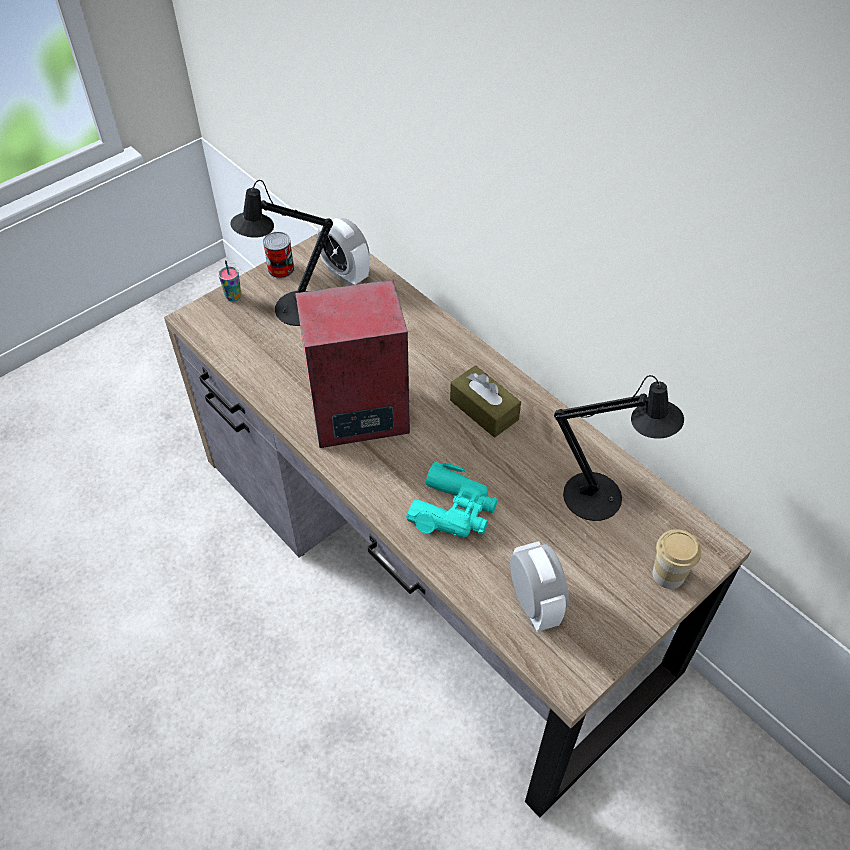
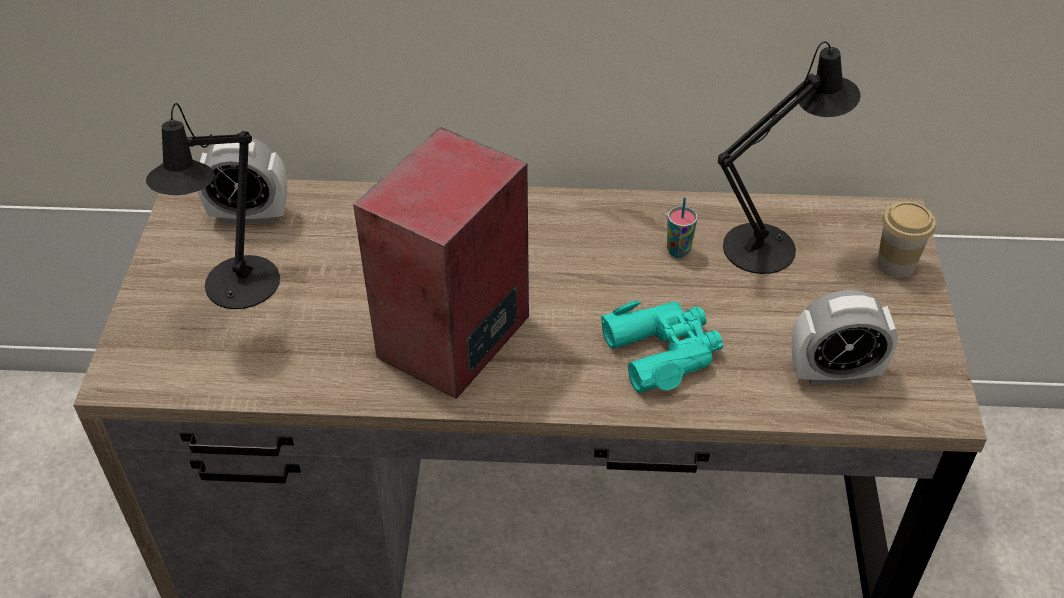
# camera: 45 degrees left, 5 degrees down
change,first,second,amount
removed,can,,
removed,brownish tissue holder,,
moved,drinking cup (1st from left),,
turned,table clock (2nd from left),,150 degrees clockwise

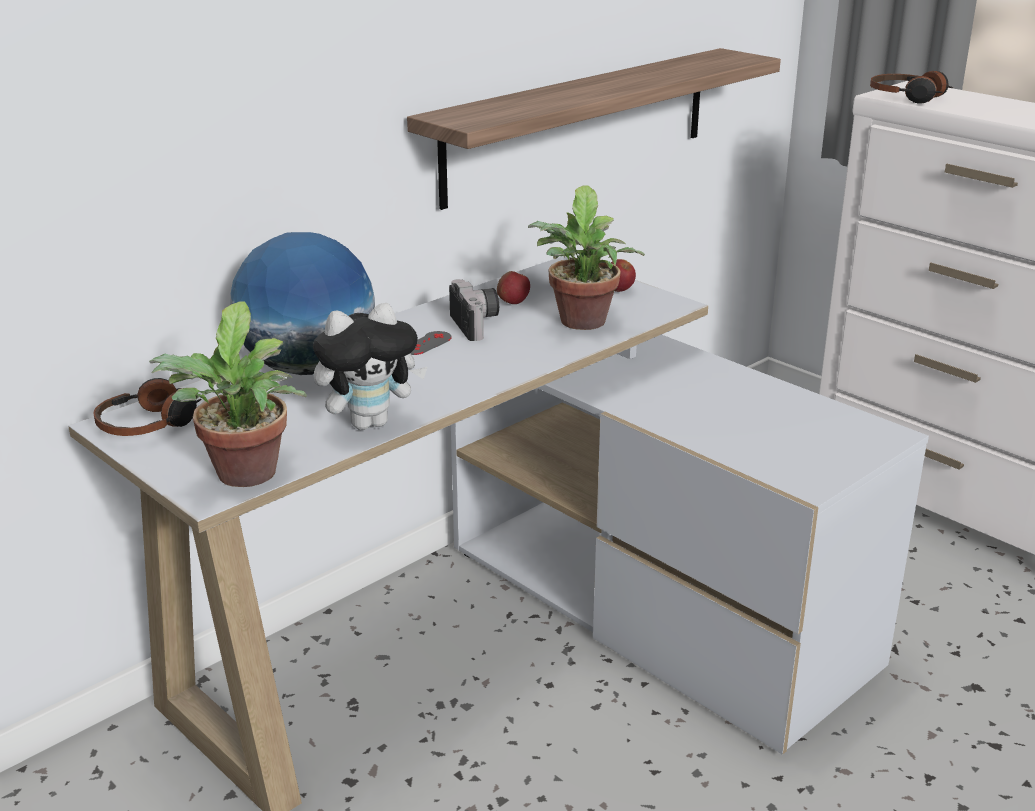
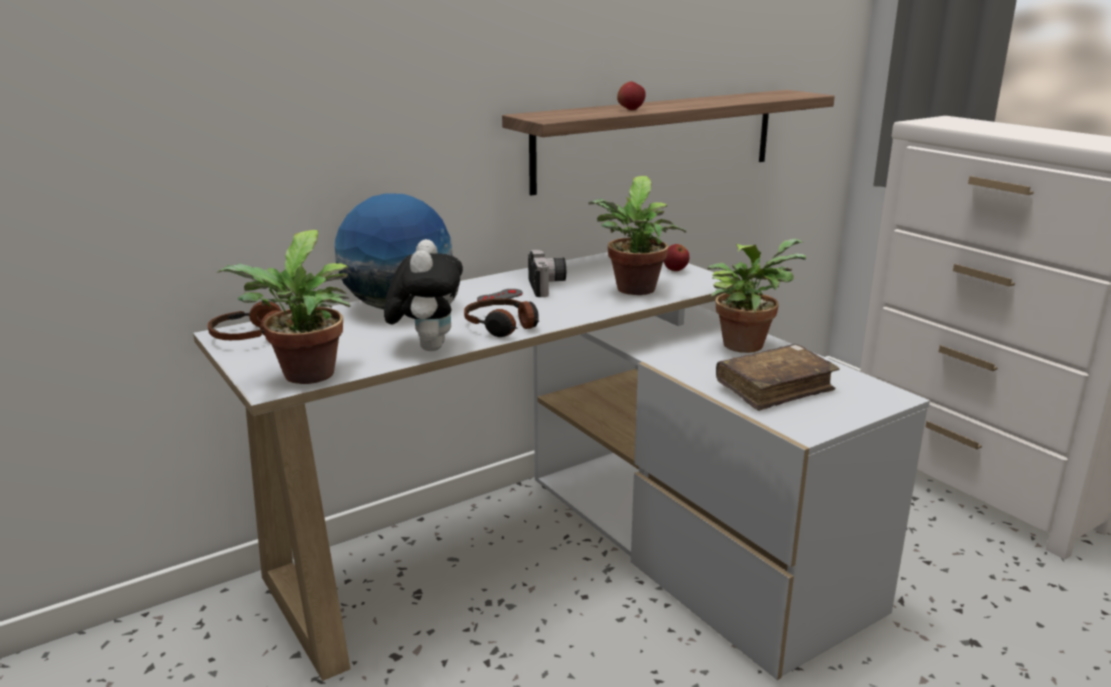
# camera: 10 degrees right, 5 degrees down
change,first,second,amount
added,,plant in a pot (3rd from left),
added,,brownish book,
moved,whole apple (1st from left),,
moved,headphones (2nd from left),,
turned,soft toy,,75 degrees counterclockwise

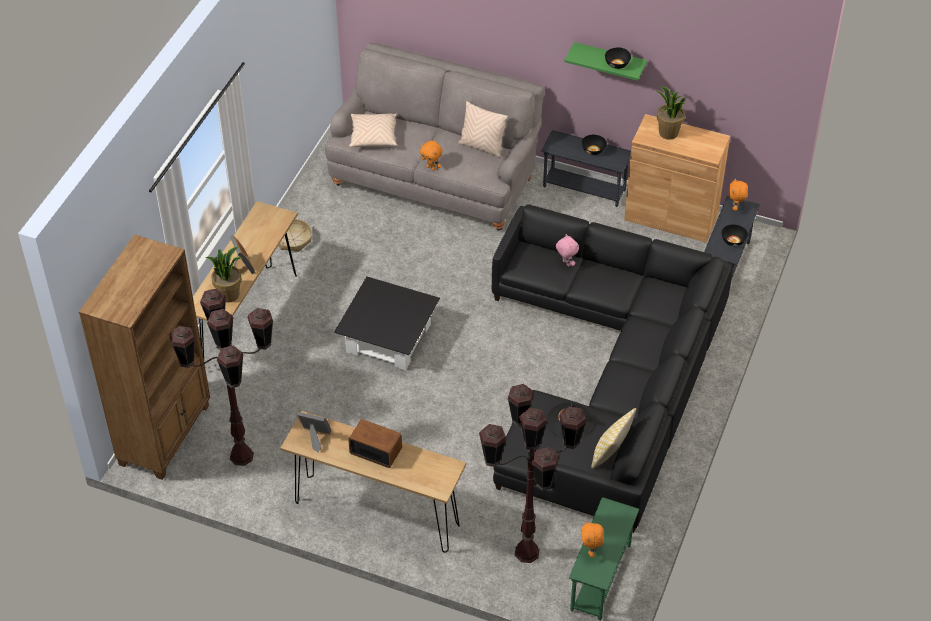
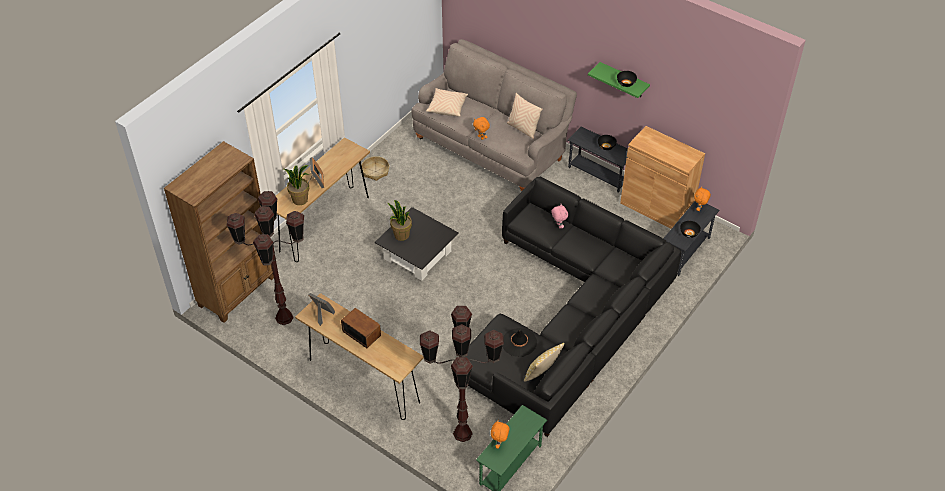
# camera: 15 degrees right, 0 degrees up
change,first,second,amount
moved,plant in a pot (2nd from left),,

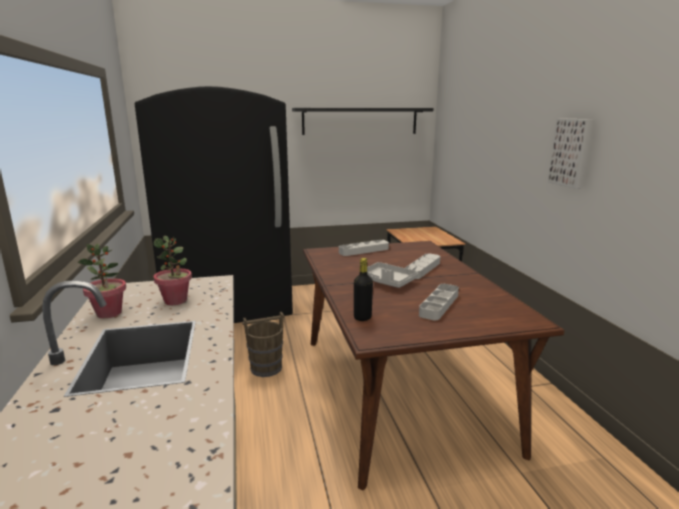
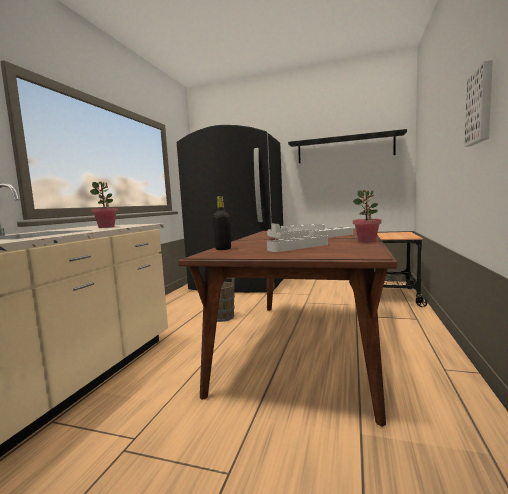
# camera: 30 degrees right, 10 degrees down
change,first,second,amount
moved,plant in a pot (1st from left in the first image),plant in a pot (2nd from left),

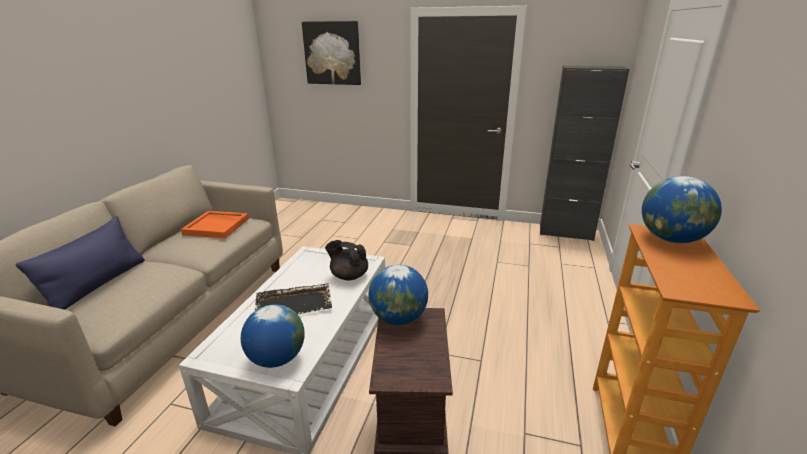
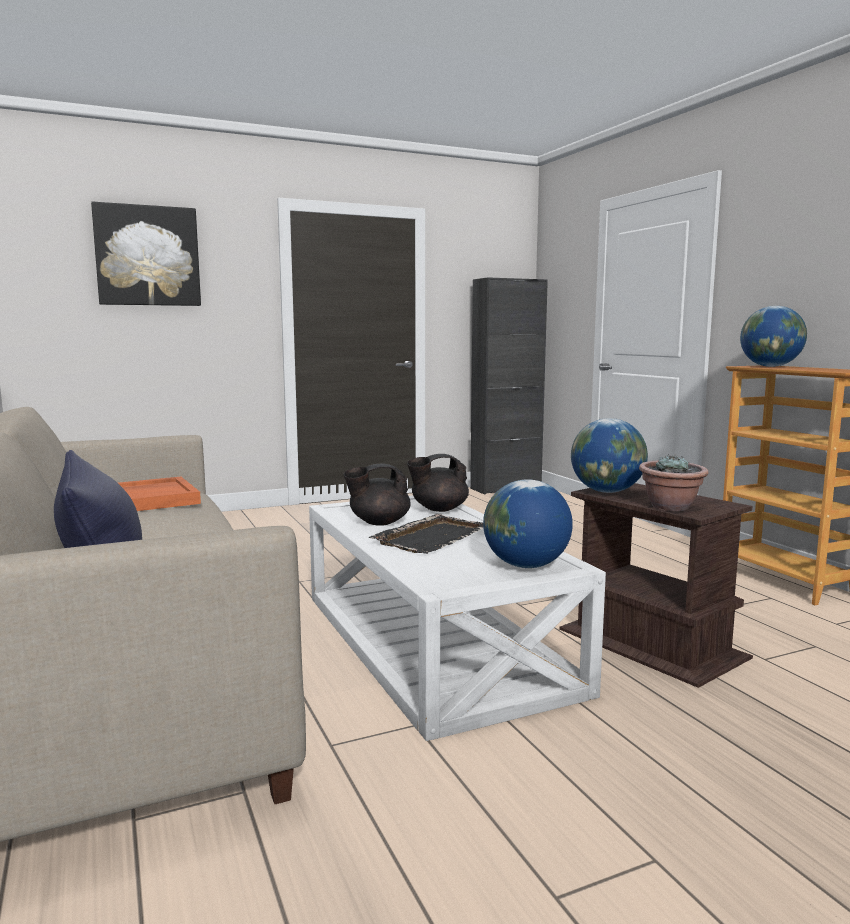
# camera: 40 degrees left, 15 degrees down
change,first,second,amount
added,,black-coloured pot for tea (1st from left),
added,,plant in a pot,

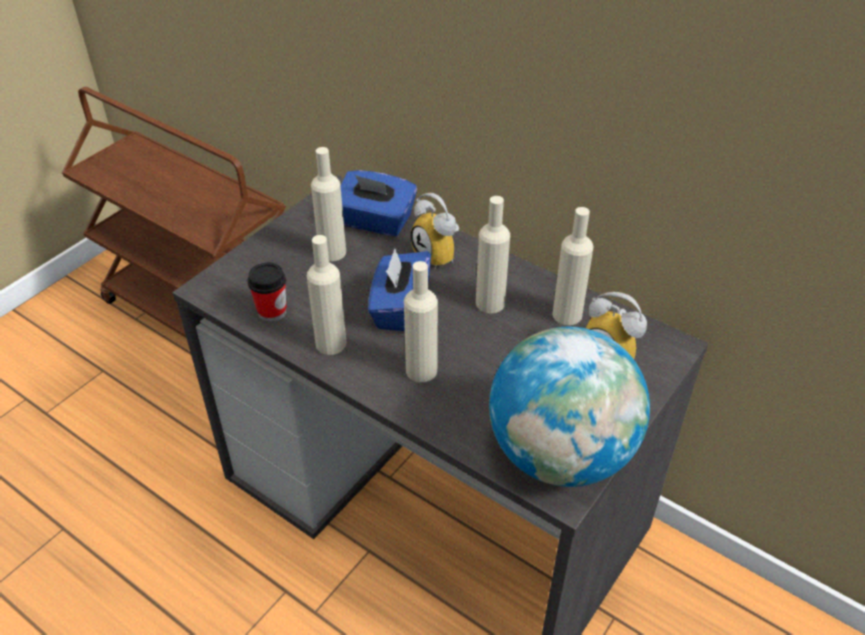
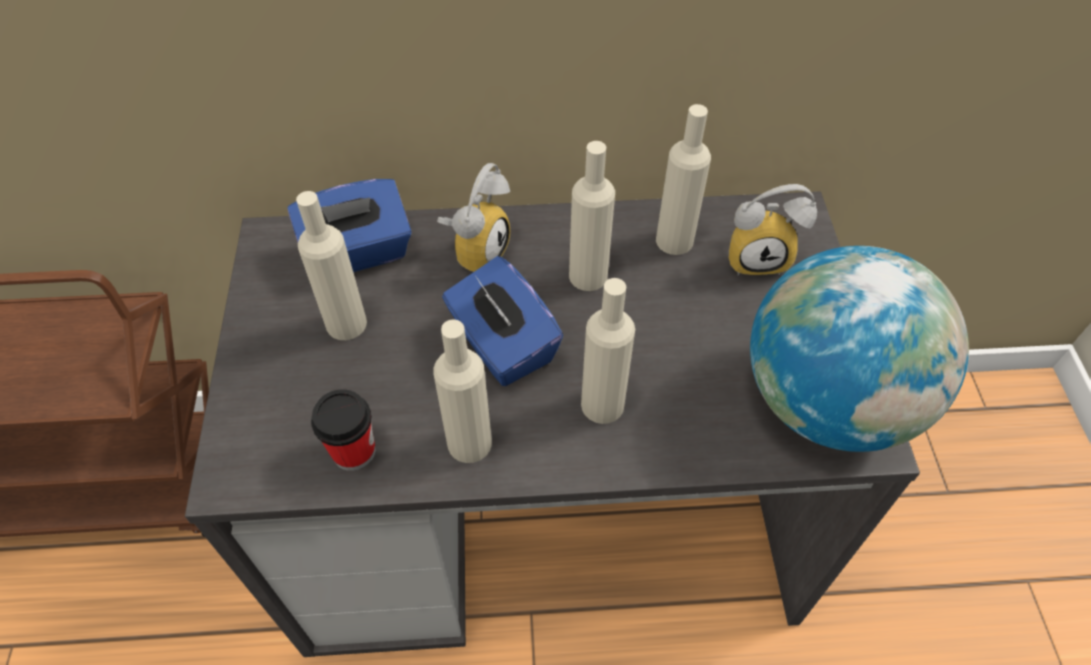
# camera: 40 degrees left, 10 degrees up
change,first,second,amount
turned,table clock (1st from left),,75 degrees counterclockwise

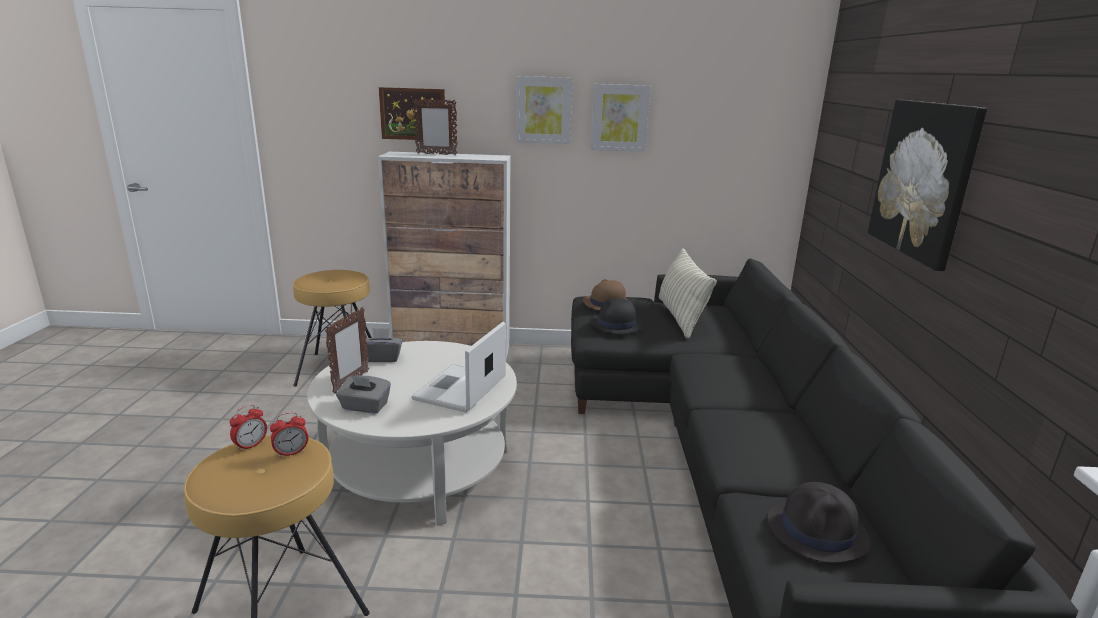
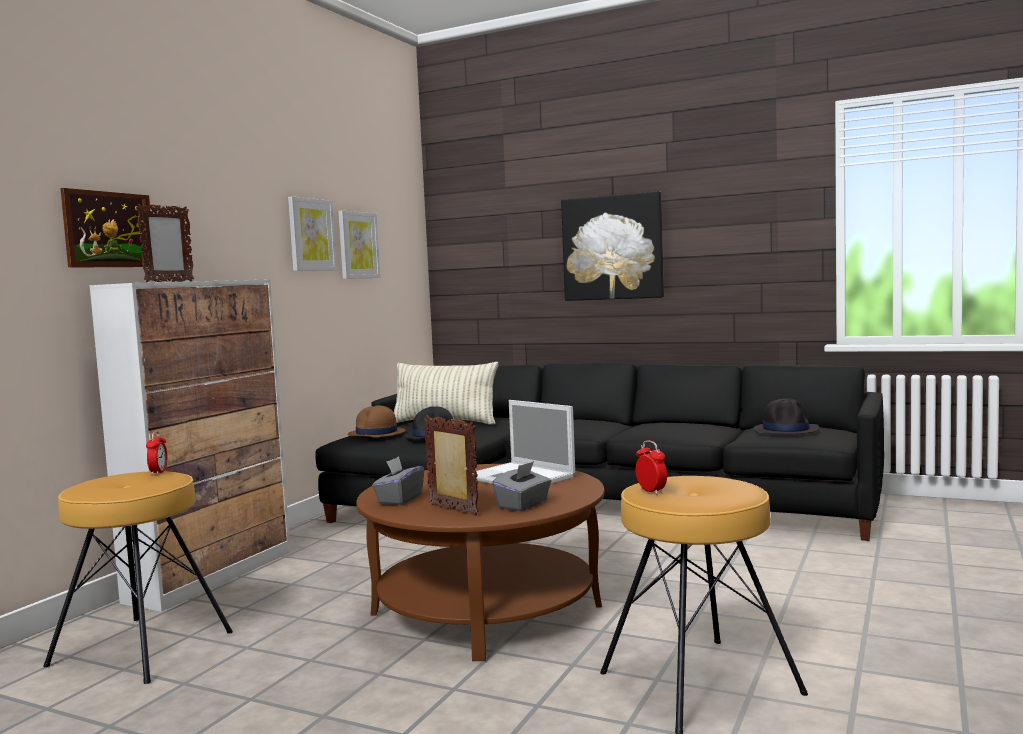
# camera: 65 degrees left, 15 degrees down
change,first,second,amount
moved,table clock (2nd from left in the first image),table clock (1st from left),
moved,wall art (2nd from left in the first image),wall art (3rd from left),
recoloured,whitish coffee table,brownish coffee table,

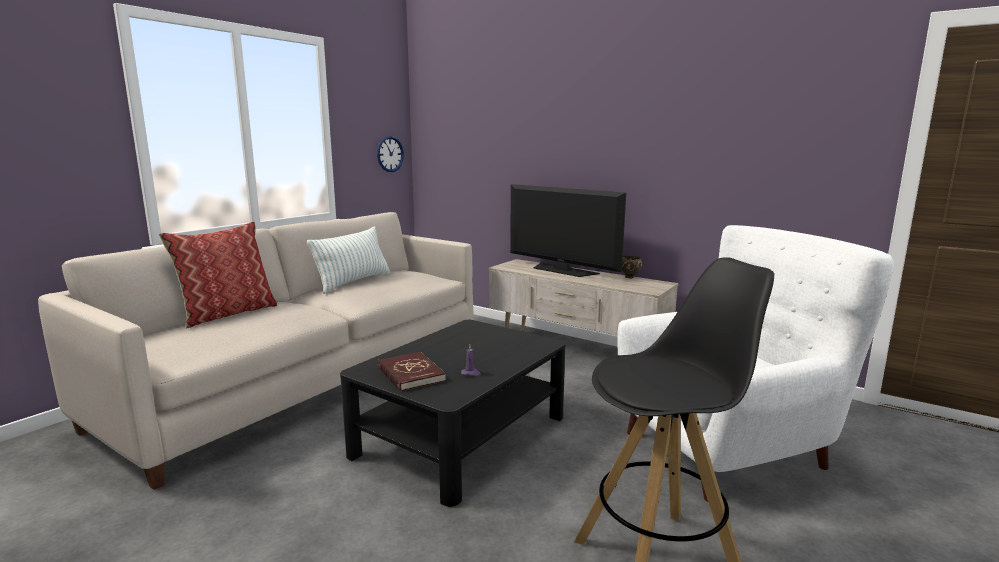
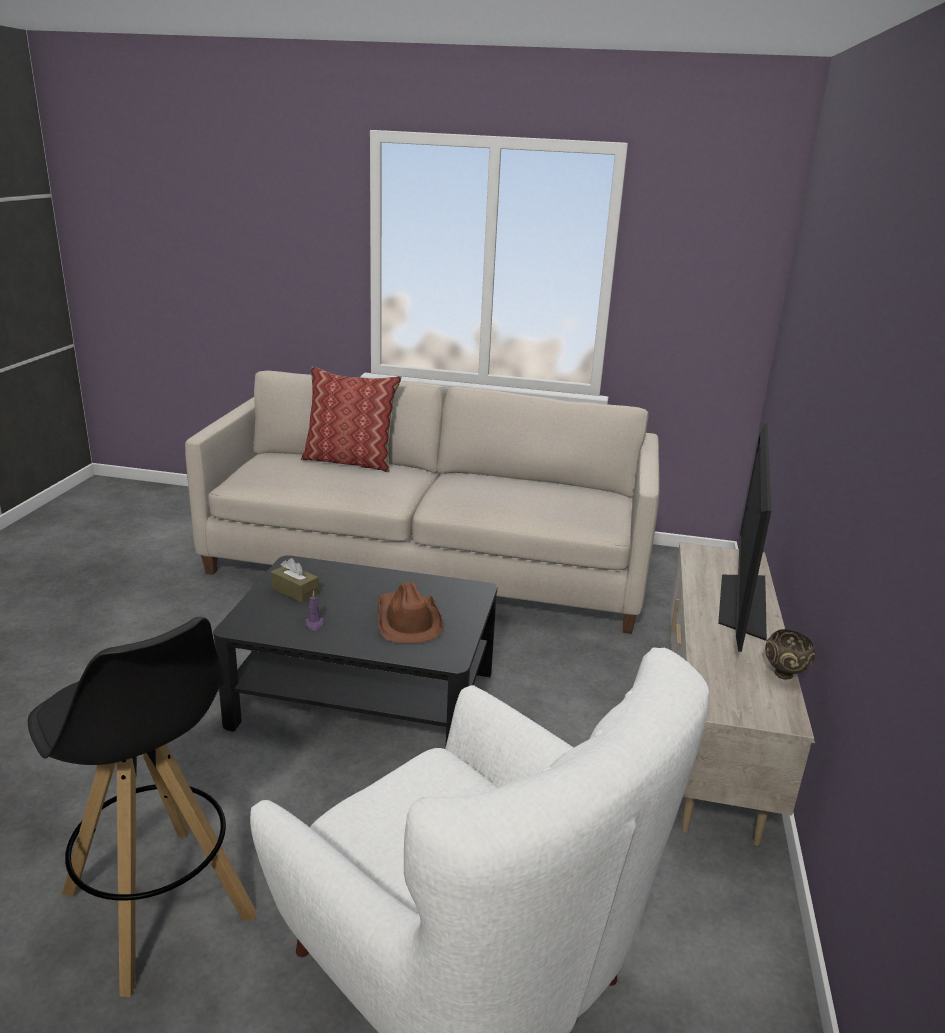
# camera: 65 degrees right, 10 degrees up
change,first,second,amount
removed,pillow (2nd from left),,
removed,wall clock,,
added,,brownish clothing hat,
replaced,red-coloured book,brownish tissue holder,

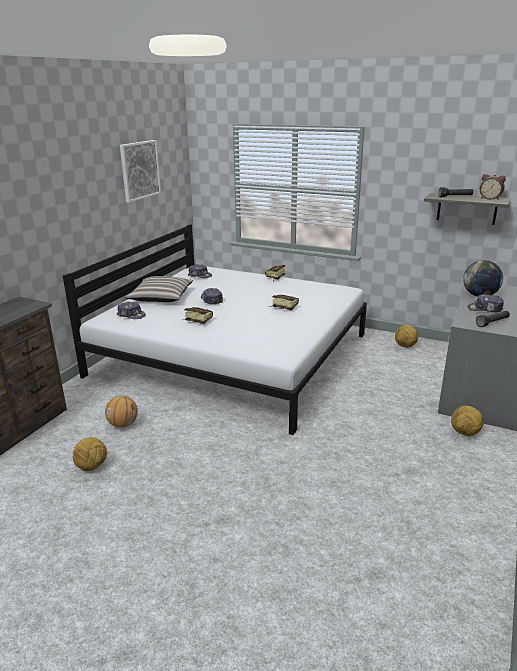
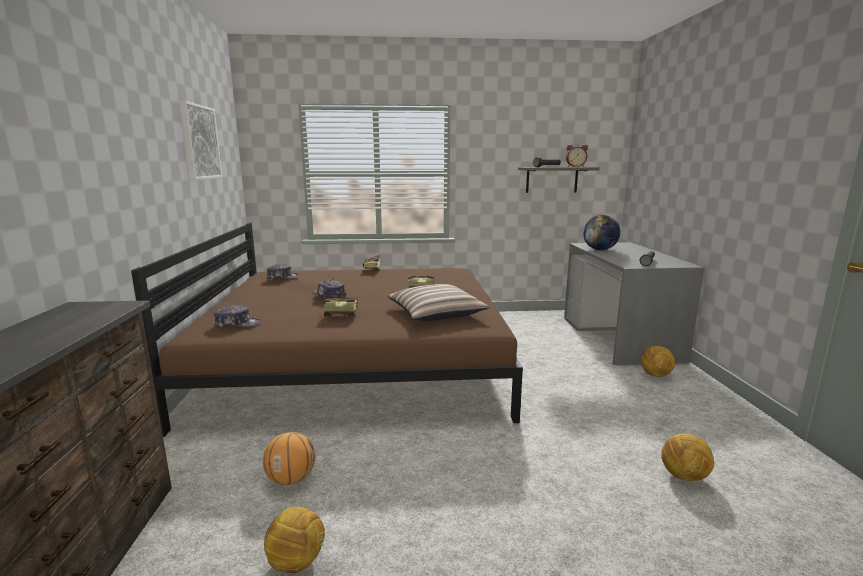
# camera: 30 degrees left, 10 degrees down
change,first,second,amount
removed,cap (4th from left),,
moved,pillow,,
moved,ball for football (2nd from left in the first image),ball for football (3rd from left),
recoloured,whitish bed,brownish bed,

